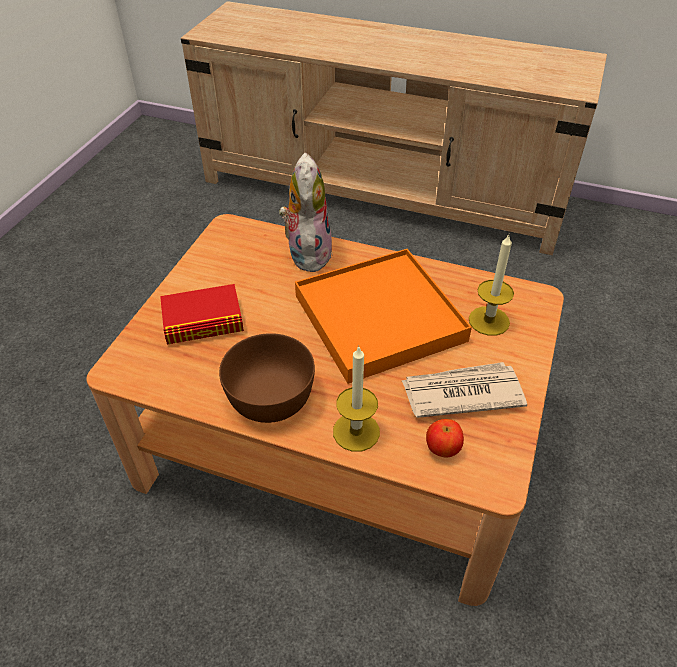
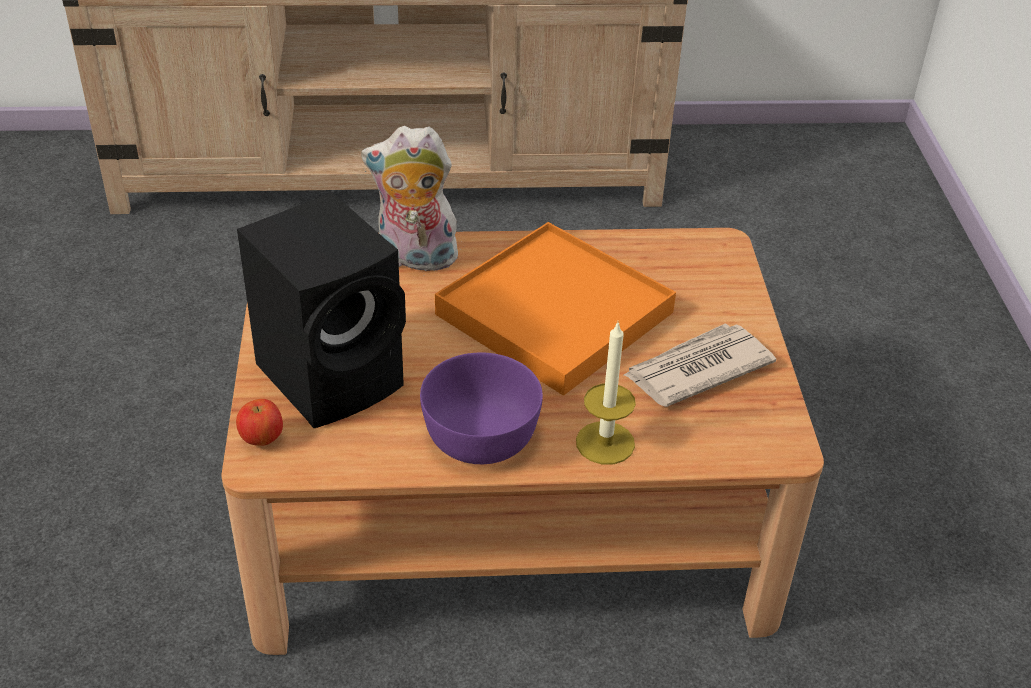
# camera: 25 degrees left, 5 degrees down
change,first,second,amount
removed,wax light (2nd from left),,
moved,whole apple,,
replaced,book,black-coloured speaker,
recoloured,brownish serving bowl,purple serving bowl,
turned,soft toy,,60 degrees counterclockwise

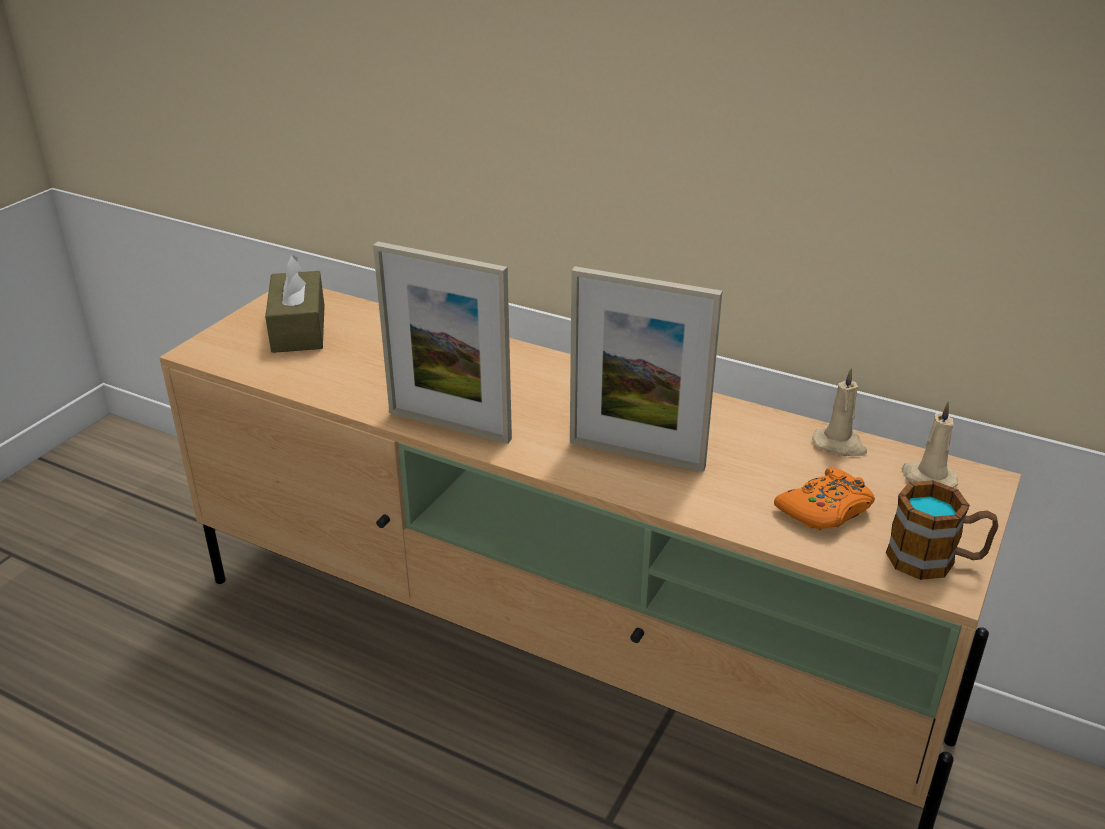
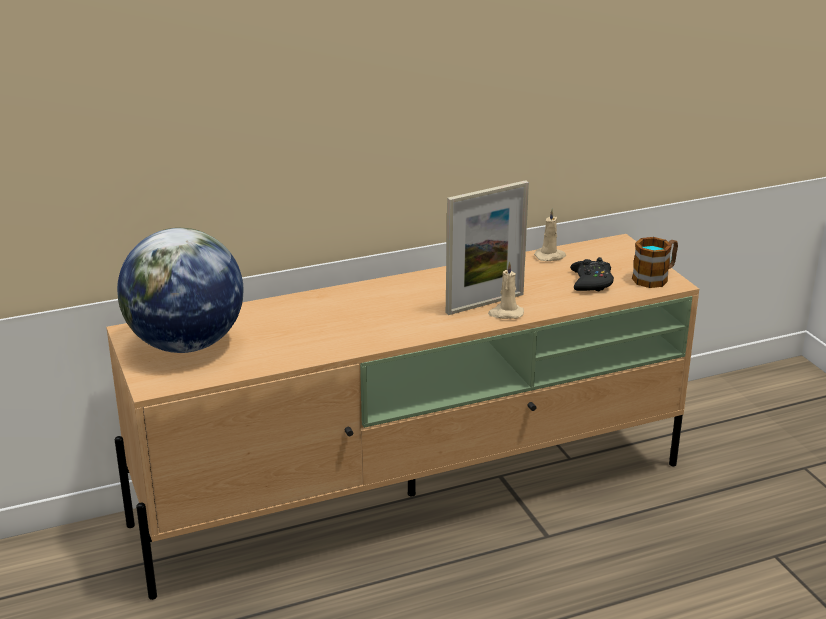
# camera: 50 degrees left, 5 degrees down
change,first,second,amount
removed,photo frame (1st from left),,
moved,beige-coloured wax light (2nd from left in the first image),beige-coloured wax light (1st from left),
replaced,brownish tissue holder,globe,
recoloured,orange game controller,black-coloured game controller,

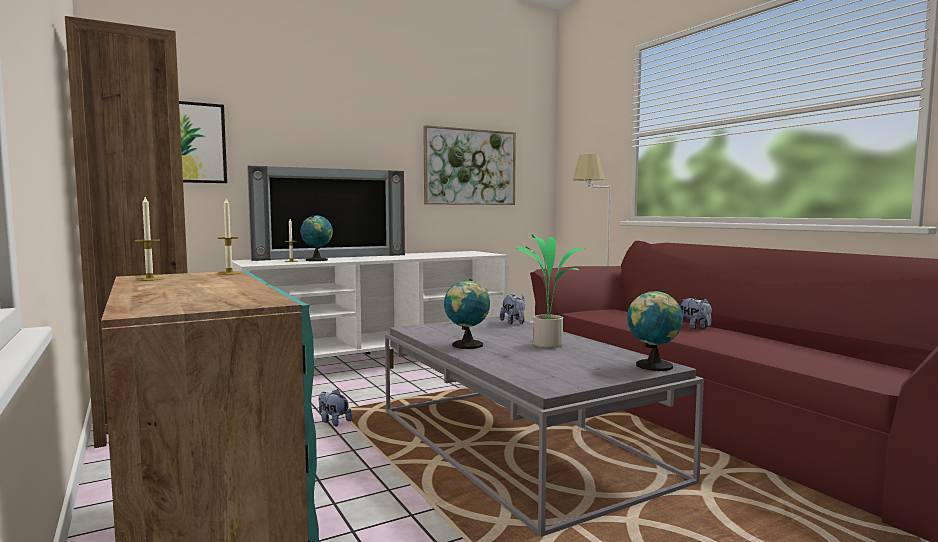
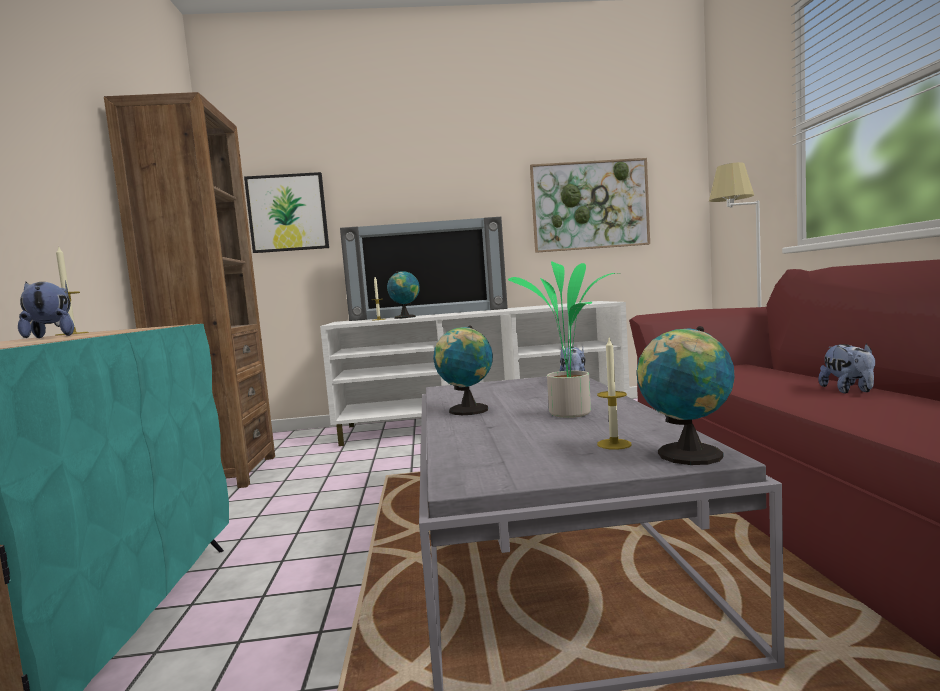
# camera: 25 degrees right, 0 degrees up
change,first,second,amount
moved,wax light (2nd from left in the first image),wax light (3rd from left),
moved,soft toy (1st from left),,

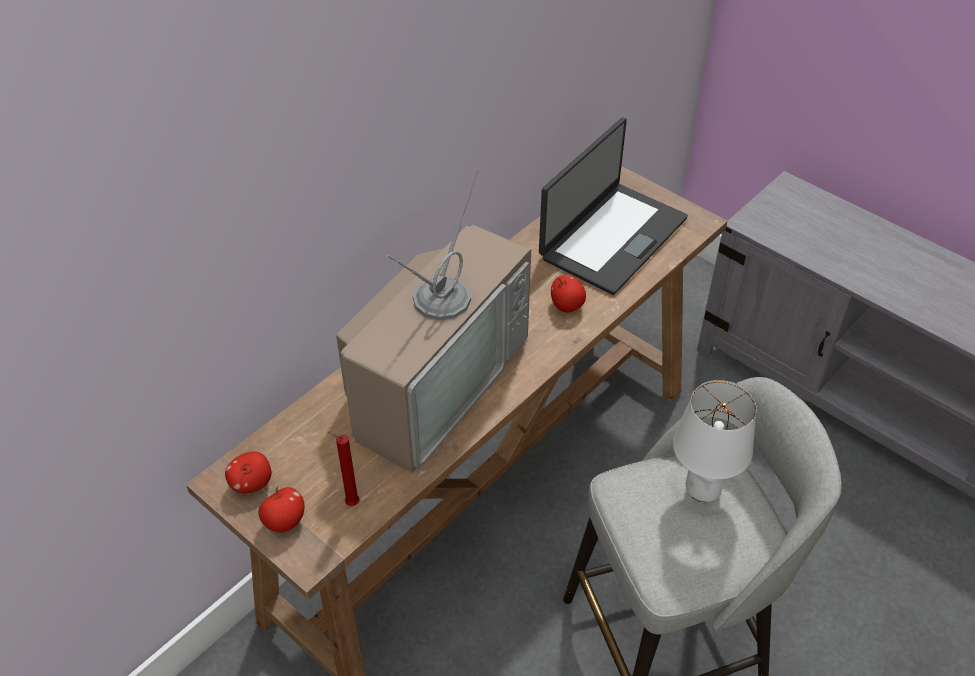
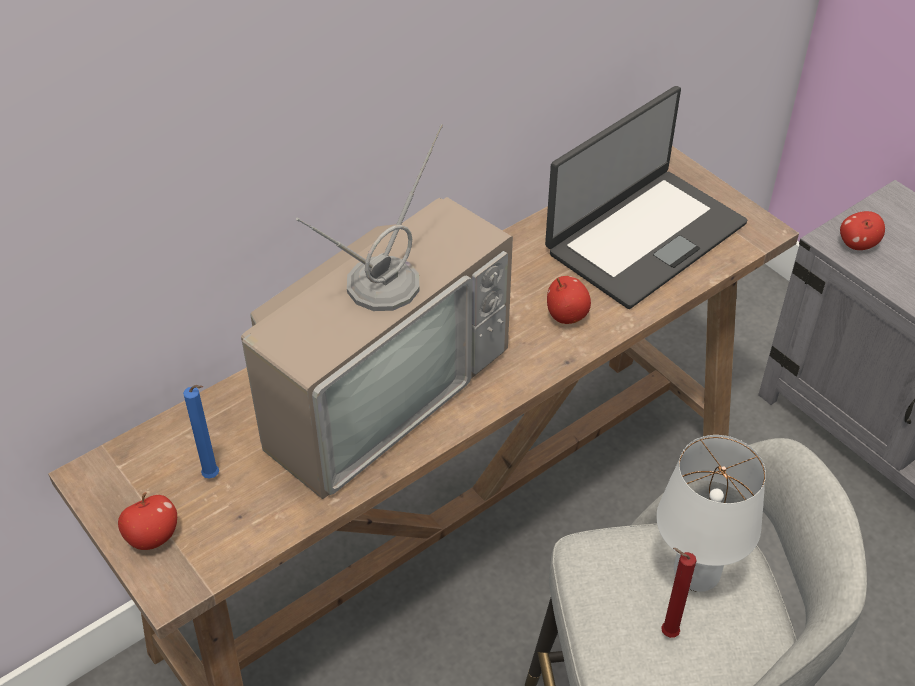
# camera: 10 degrees right, 0 degrees up
change,first,second,amount
added,,bluish wax light,
moved,whole apple (1st from left in the first image),whole apple (3rd from left),
moved,red-coloured wax light,,

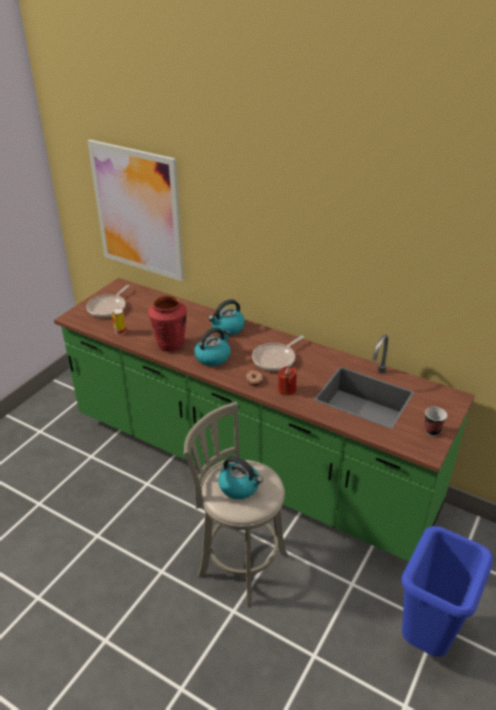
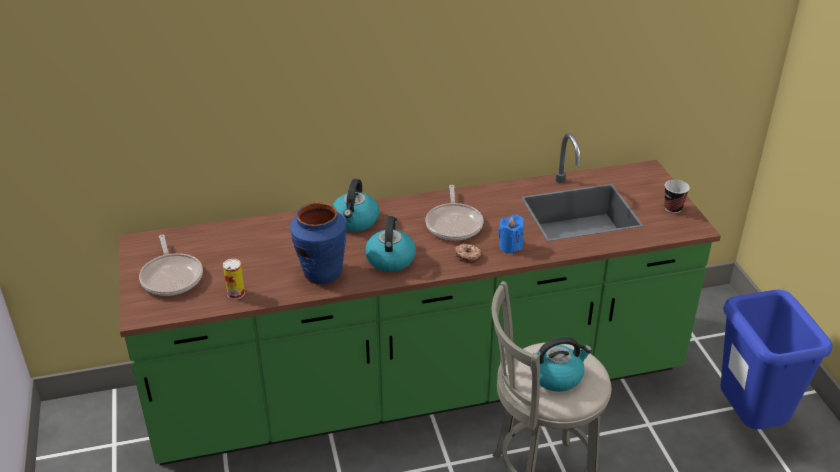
# camera: 45 degrees left, 0 degrees up
change,first,second,amount
removed,wall art,,
recoloured,red-coloured decorative vase,bluish decorative vase,
recoloured,red-coloured wax light,bluish wax light,

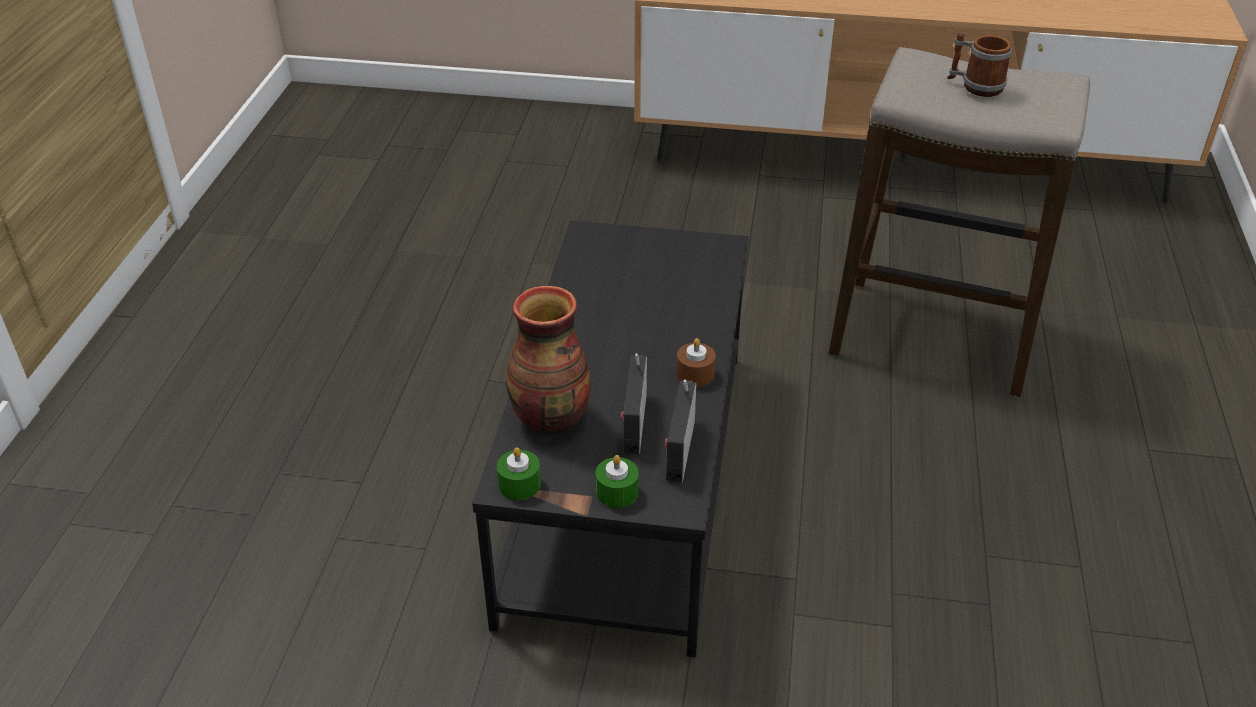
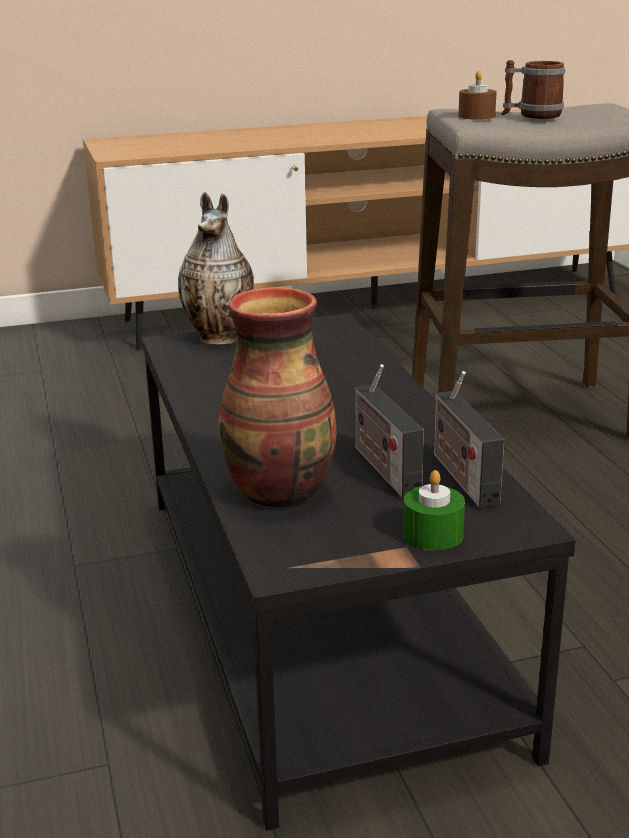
# camera: 25 degrees left, 15 degrees down
change,first,second,amount
removed,greenish wax light (1st from left),,
added,,decorative vase (1st from left),
moved,brownish wax light,,

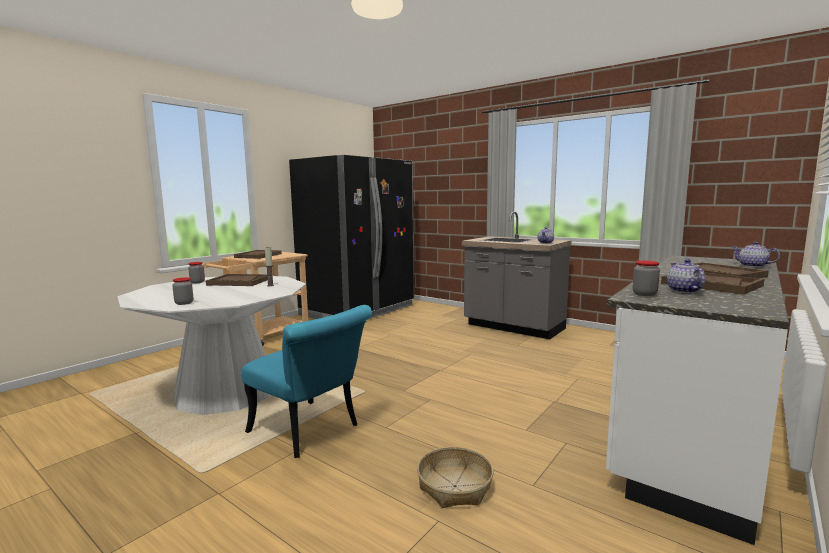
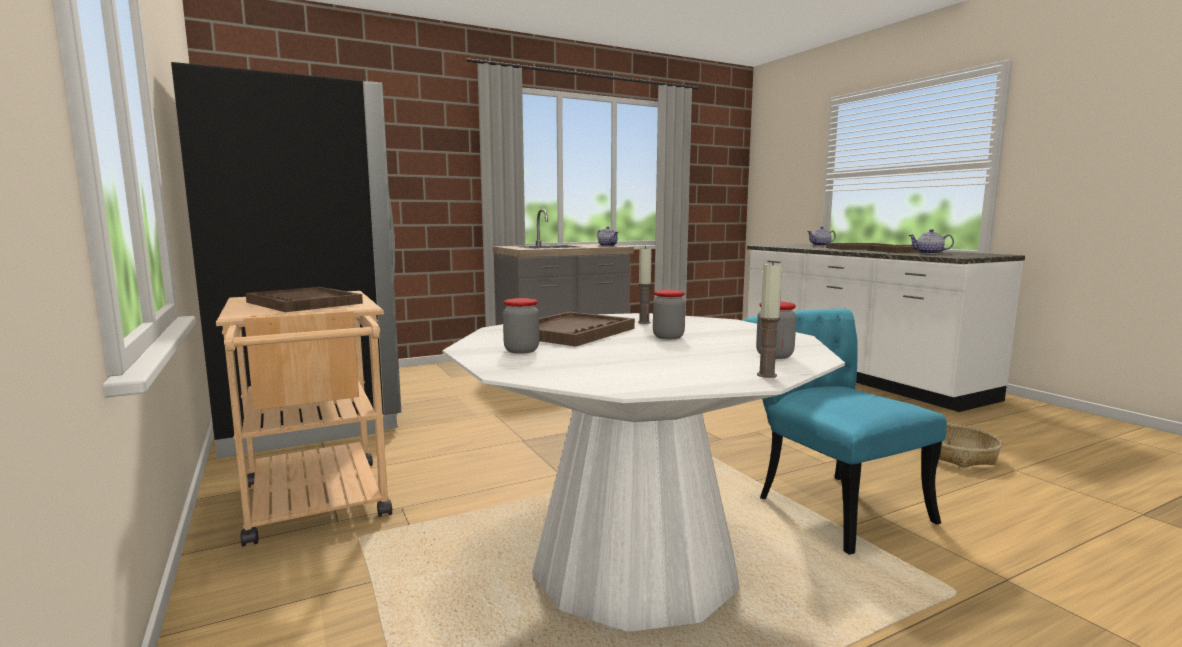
# camera: 65 degrees left, 0 degrees up
change,first,second,amount
added,,wax light (2nd from left),
moved,preserve jar (3rd from left in the first image),preserve jar (2nd from left),
turned,turquoise chair,,90 degrees counterclockwise

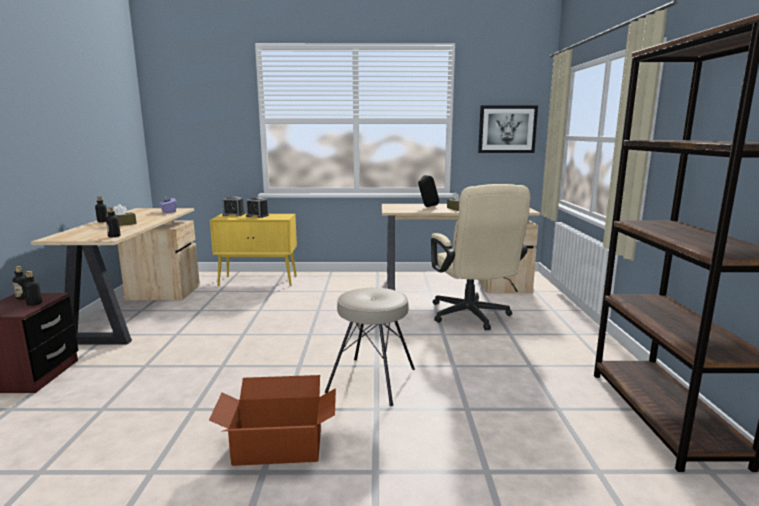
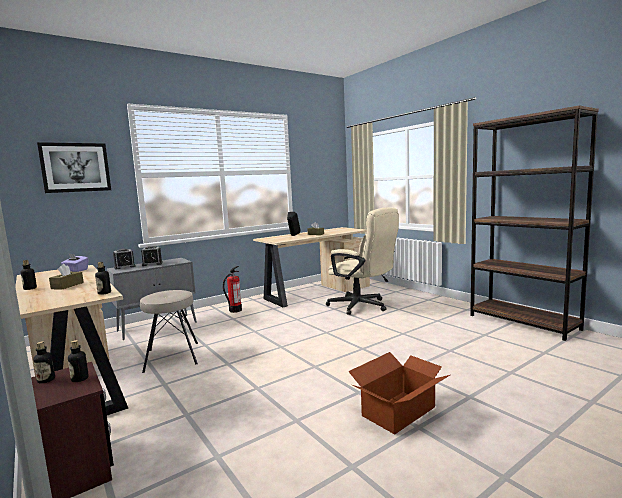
# camera: 35 degrees left, 5 degrees down
change,first,second,amount
added,,fire extinguisher,
moved,beige-coloured sitting stool,,
moved,wall art,,
recoloured,yellow cabinet,gray cabinet,

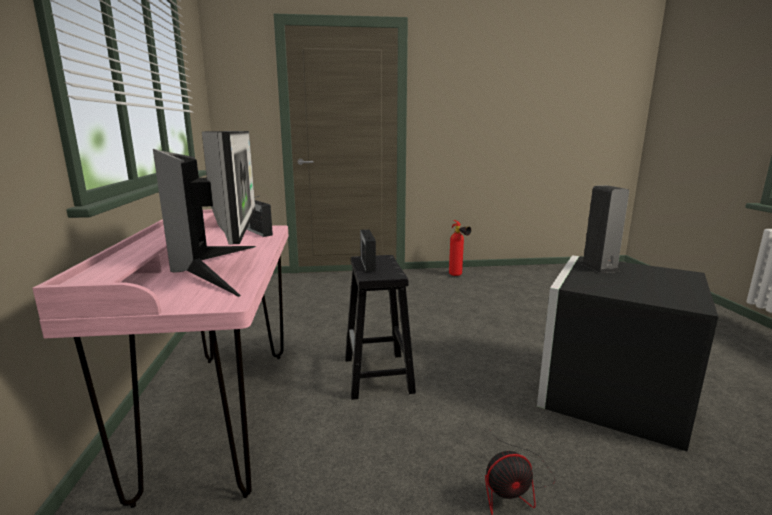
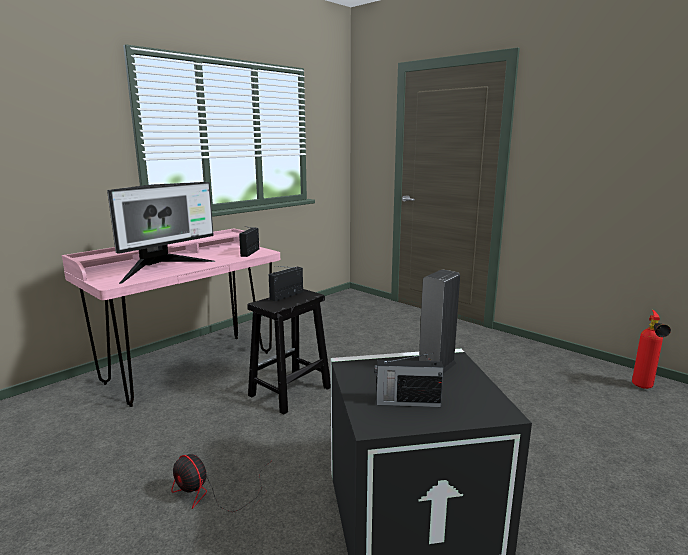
# camera: 50 degrees right, 0 degrees up
change,first,second,amount
added,,radio receiver (3rd from left),
moved,fire extinguisher,,

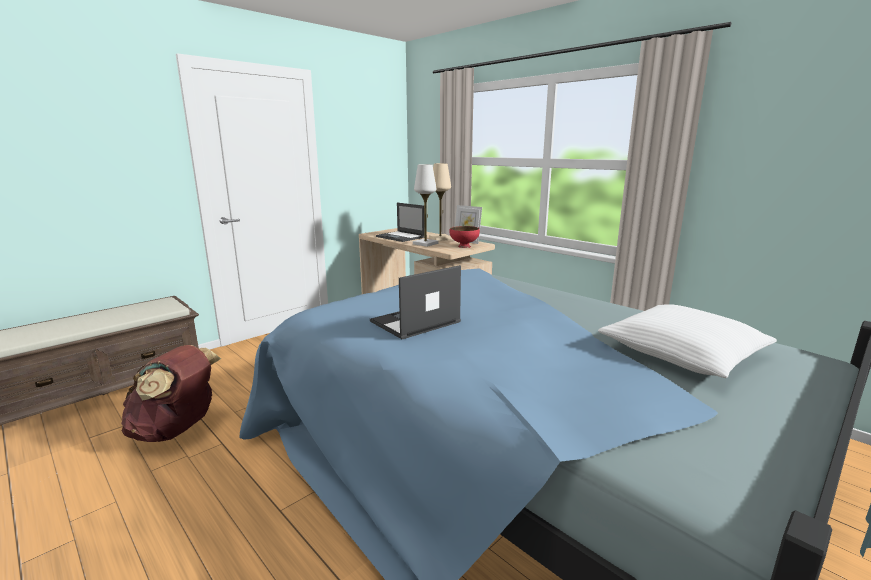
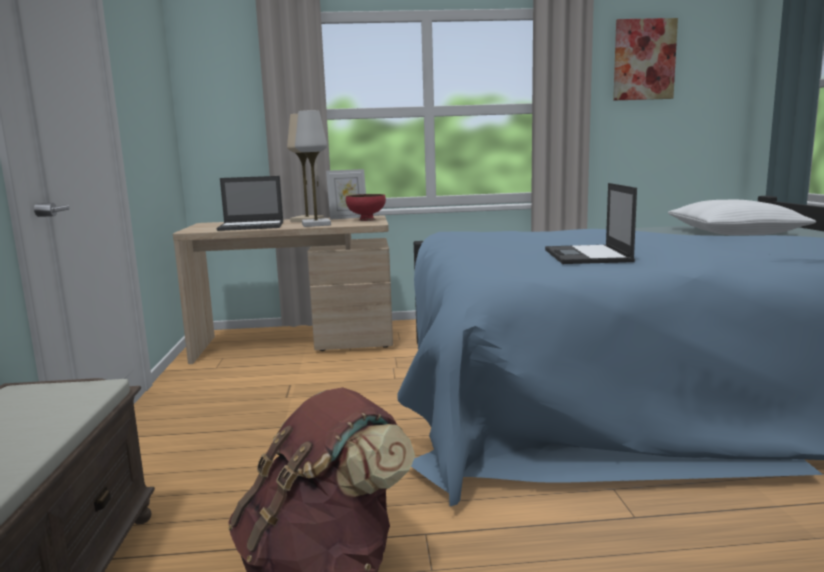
# camera: 50 degrees left, 5 degrees down
change,first,second,amount
added,,wall art,

